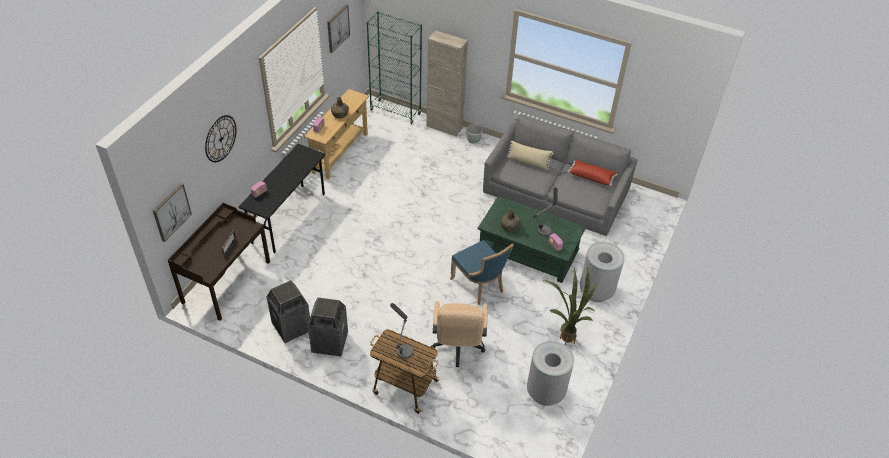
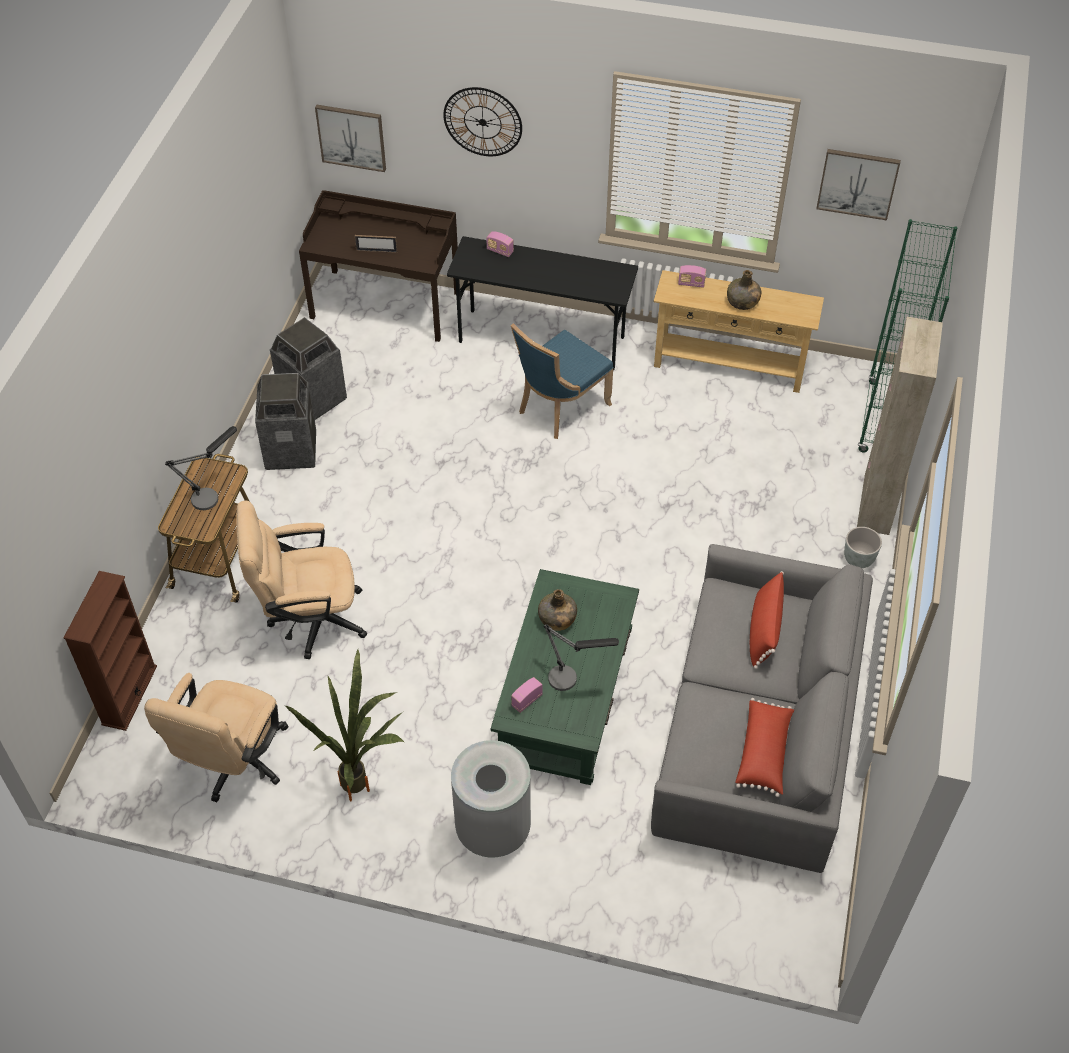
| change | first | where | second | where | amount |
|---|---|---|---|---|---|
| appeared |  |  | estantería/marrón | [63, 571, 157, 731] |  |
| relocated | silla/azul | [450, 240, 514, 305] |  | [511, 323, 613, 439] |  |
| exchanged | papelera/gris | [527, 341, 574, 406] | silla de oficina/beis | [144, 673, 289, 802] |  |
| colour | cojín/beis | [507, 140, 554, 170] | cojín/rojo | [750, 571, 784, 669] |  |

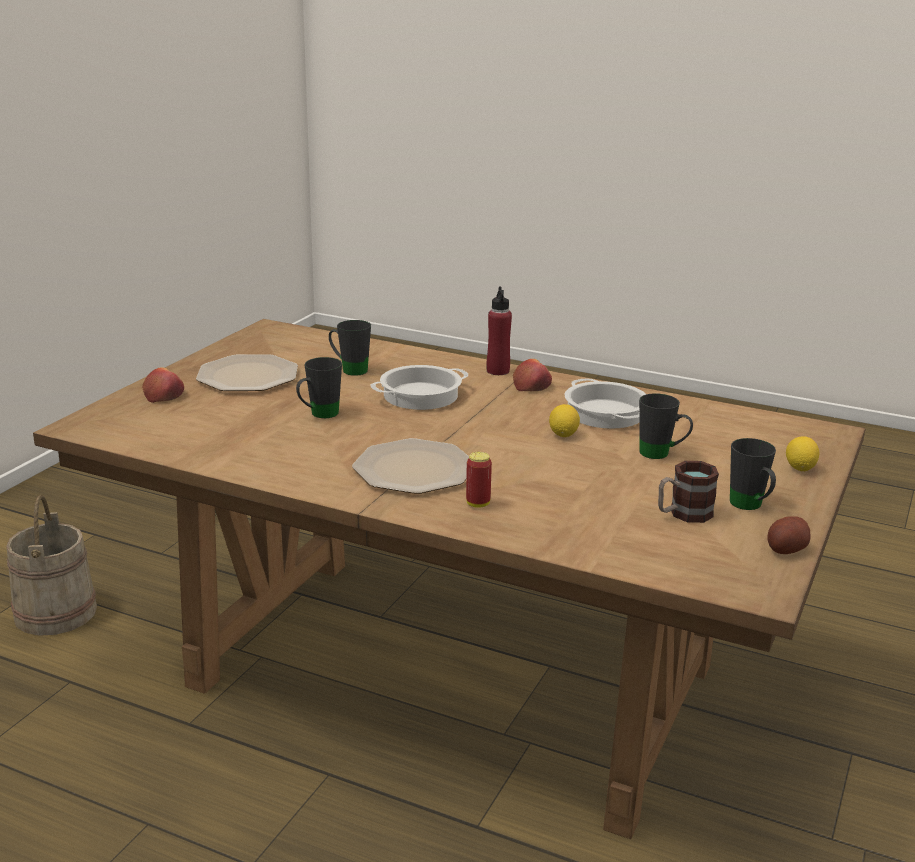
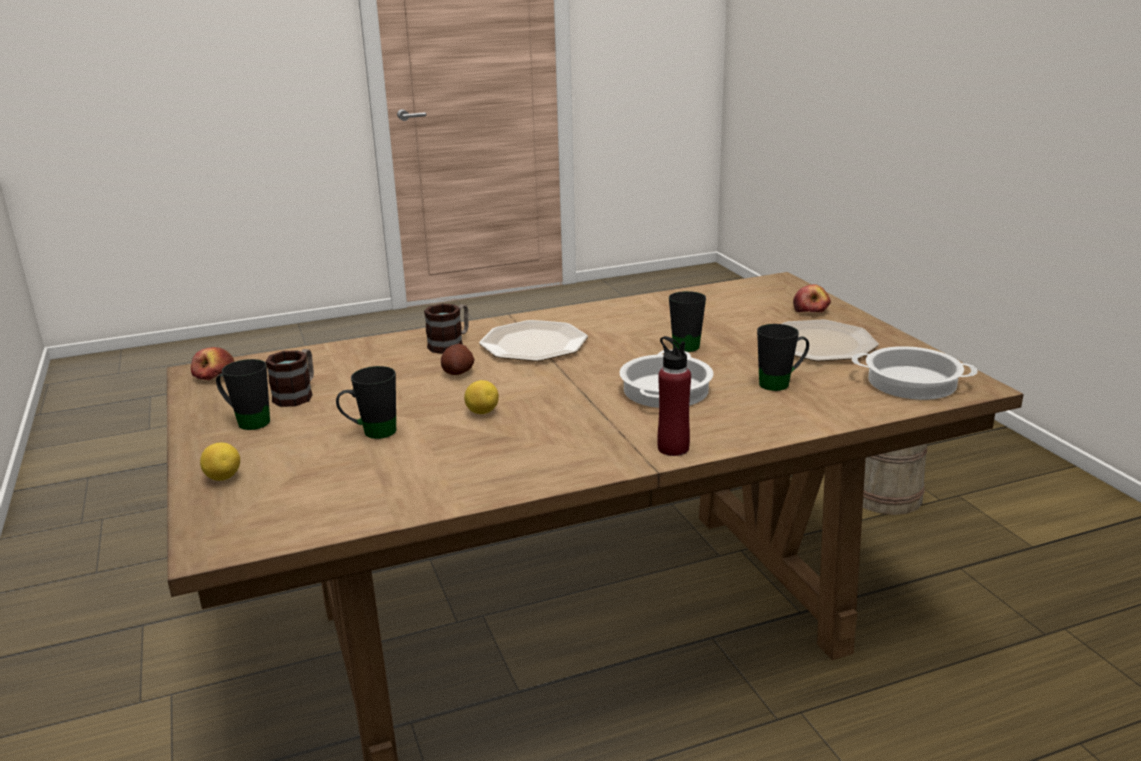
| change | first | where | second | where | amount |
|---|---|---|---|---|---|
| relocated | manzana | [513, 359, 552, 391] |  | [191, 347, 235, 380] |  |
| relocated | olla | [565, 378, 646, 429] |  | [852, 346, 978, 400] |  |
| relocated | patata | [767, 516, 811, 554] |  | [441, 344, 475, 375] |  |
| exchanged | lata | [466, 452, 492, 508] | taza grande | [424, 304, 469, 354] |  |

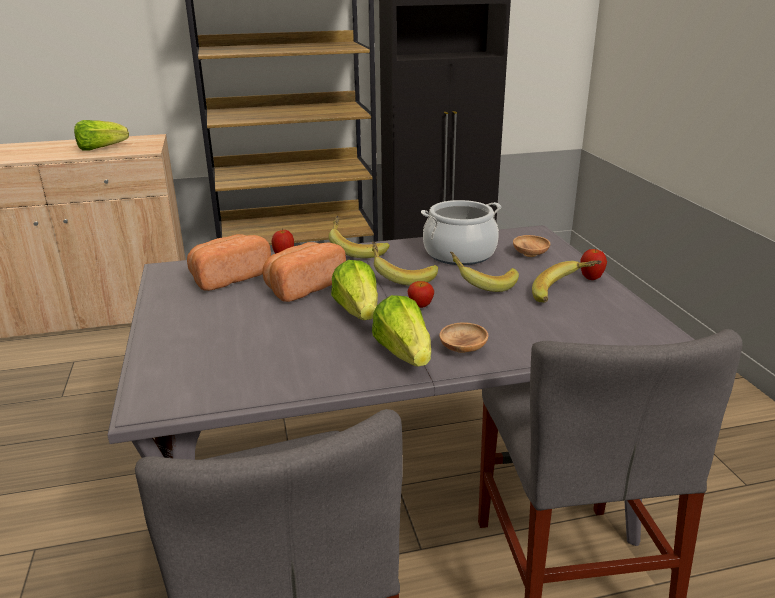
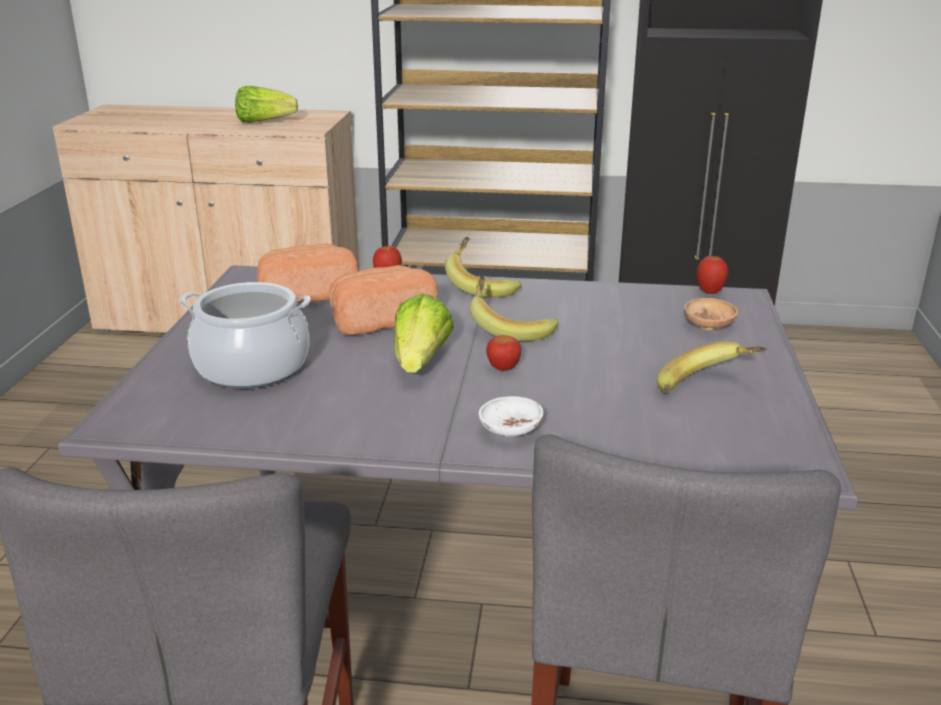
| change | first | where | second | where | amount |
|---|---|---|---|---|---|
| missing | lechuga | [372, 295, 431, 366] |  |  |  |
| missing | plátano | [450, 252, 519, 292] |  |  |  |
| relocated | olla | [421, 200, 501, 265] |  | [179, 282, 311, 389] |  |
| relocated | manzana | [580, 248, 607, 280] |  | [697, 254, 729, 294] |  |
| colour | cuenco/marrón | [439, 323, 488, 353] | cuenco/blanco | [479, 396, 543, 436] |  |

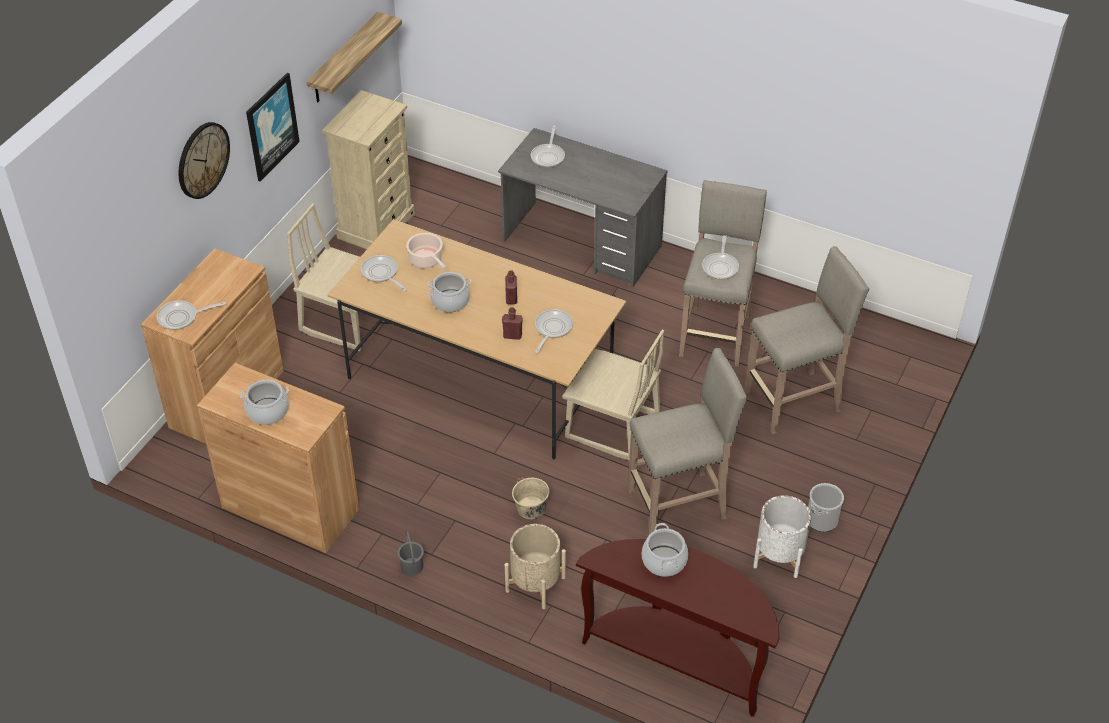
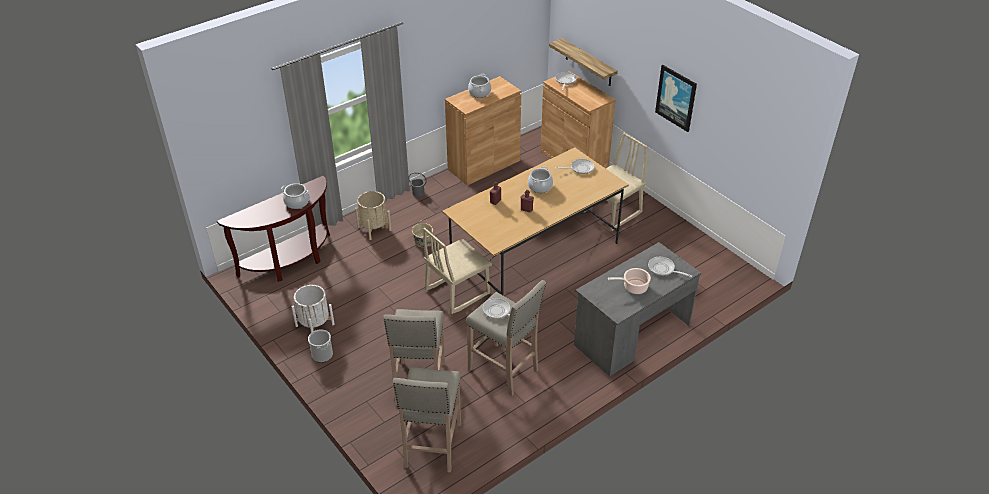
| change | first | where | second | where | amount |
|---|---|---|---|---|---|
| missing | reloj de pared | [179, 122, 230, 199] |  |  |  |
| missing | cómoda/beis | [322, 90, 415, 249] |  |  |  |
| missing | sartén | [535, 309, 573, 353] |  |  |  |
| relocated | estante | [306, 12, 402, 102] |  | [549, 38, 618, 86] |  |
| relocated | olla | [406, 233, 446, 269] |  | [608, 268, 651, 294] |  |
| relocated | taburete/beis | [628, 348, 747, 535] |  | [393, 367, 461, 472] |  |

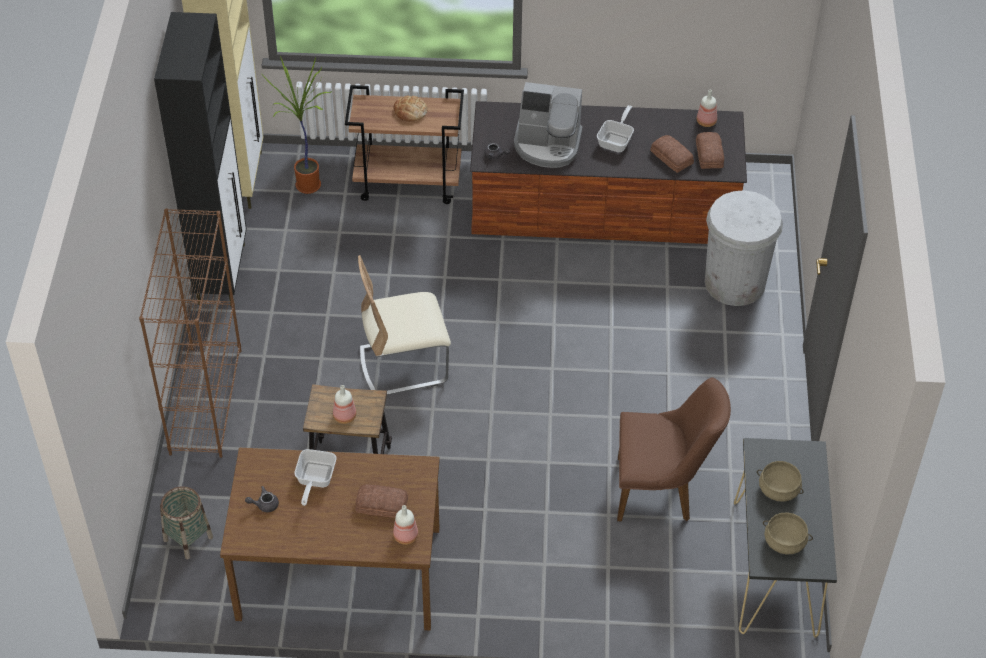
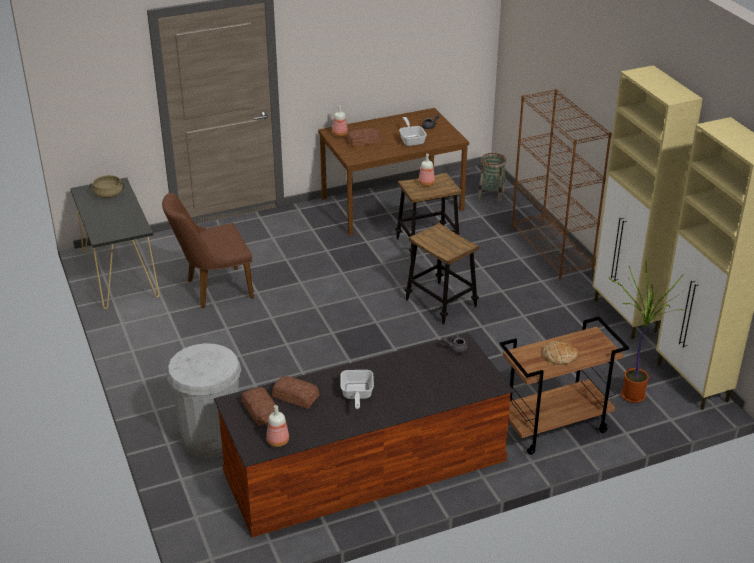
| change | first | where | second | where | amount |
|---|---|---|---|---|---|
| missing | cafetera | [514, 82, 582, 168] |  |  |  |
| missing | olla/beis | [757, 461, 804, 502] |  |  |  |
| exchanged | silla/beis | [358, 255, 451, 395] | taburete | [405, 223, 479, 325] |  |
| colour | armario/negro | [154, 12, 247, 306] | armario/beis | [593, 65, 703, 339] |  |

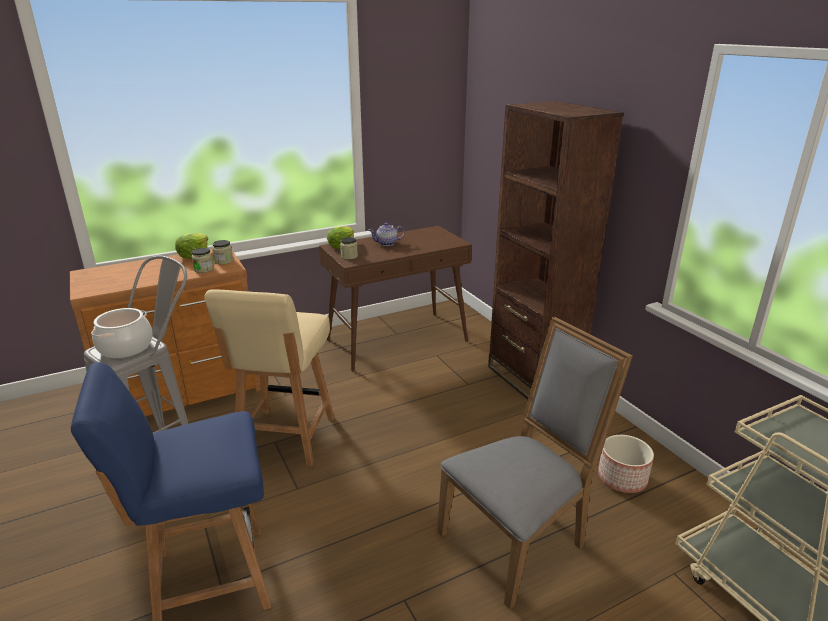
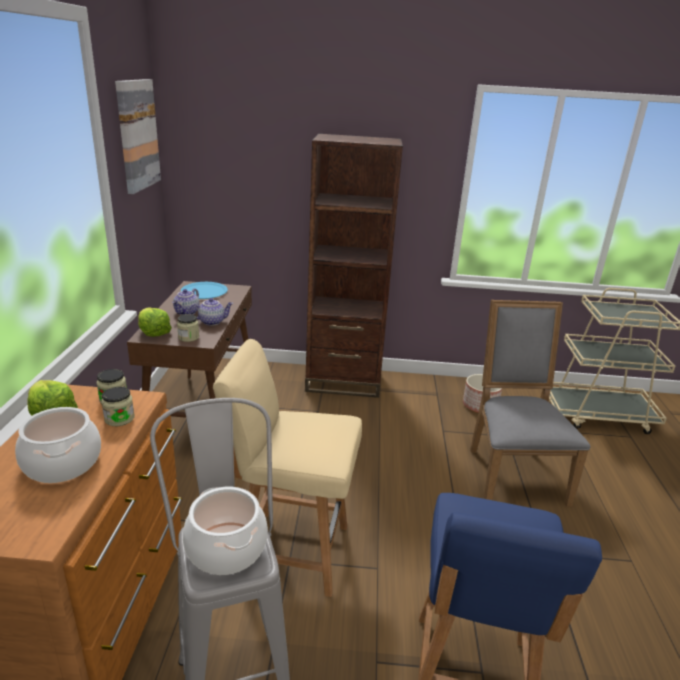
| change | first | where | second | where | amount |
|---|---|---|---|---|---|
| appeared |  |  | olla | [15, 407, 101, 483] |  |
| appeared |  |  | cuadro | [115, 79, 161, 194] |  |
| appeared |  |  | plato/azul | [181, 282, 228, 299] |  |
| appeared |  |  | tetera | [189, 298, 234, 326] |  |
| spun | silla/beis | [204, 290, 334, 466] |  | [213, 339, 362, 597] | 150 degrees clockwise |

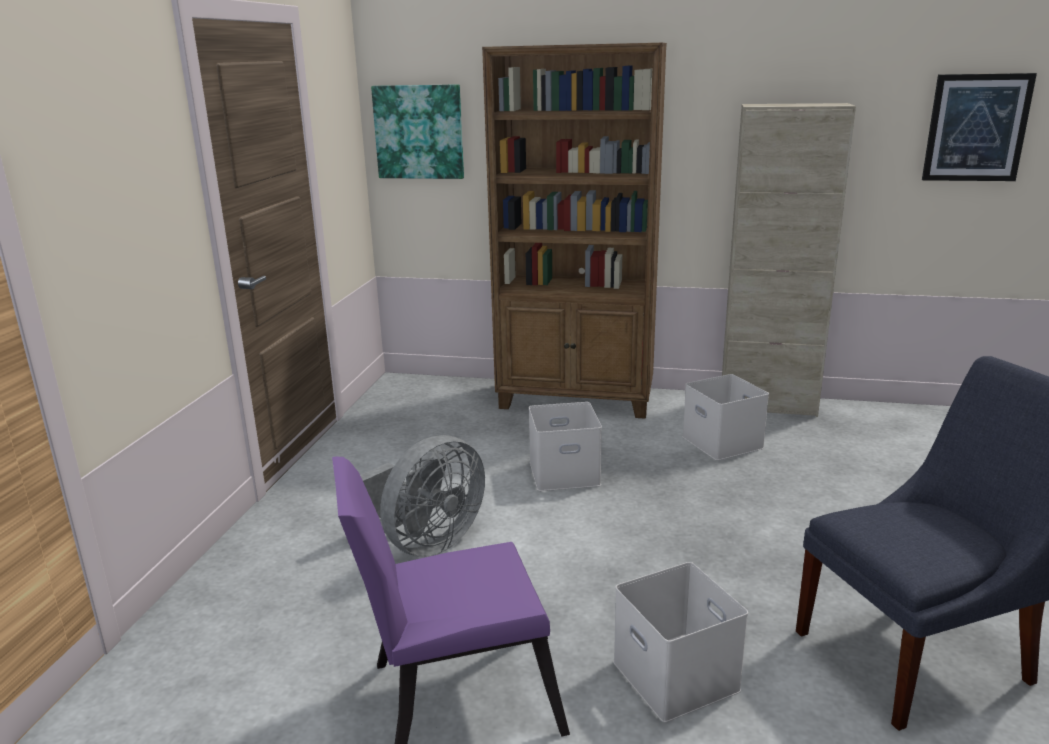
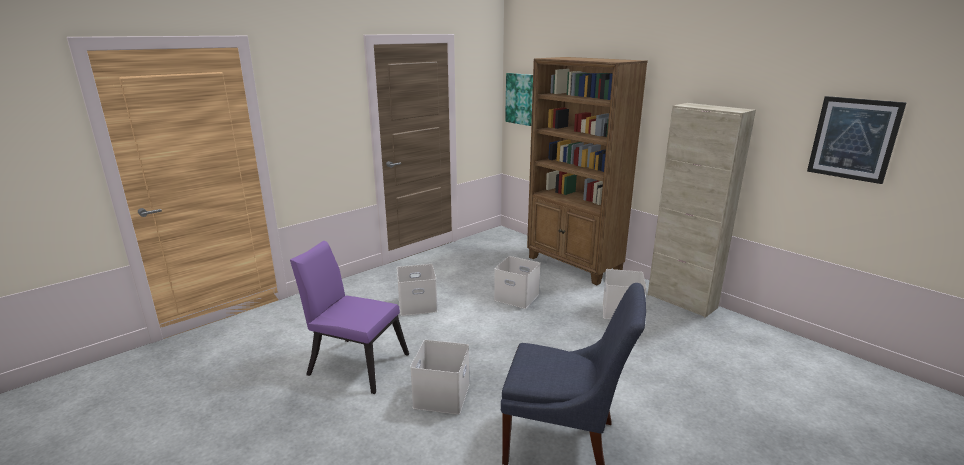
| change | first | where | second | where | amount |
|---|---|---|---|---|---|
| exchanged | ventilador/gris | [346, 435, 485, 557] | caja de almacenaje/blanco | [397, 264, 438, 316] |  |

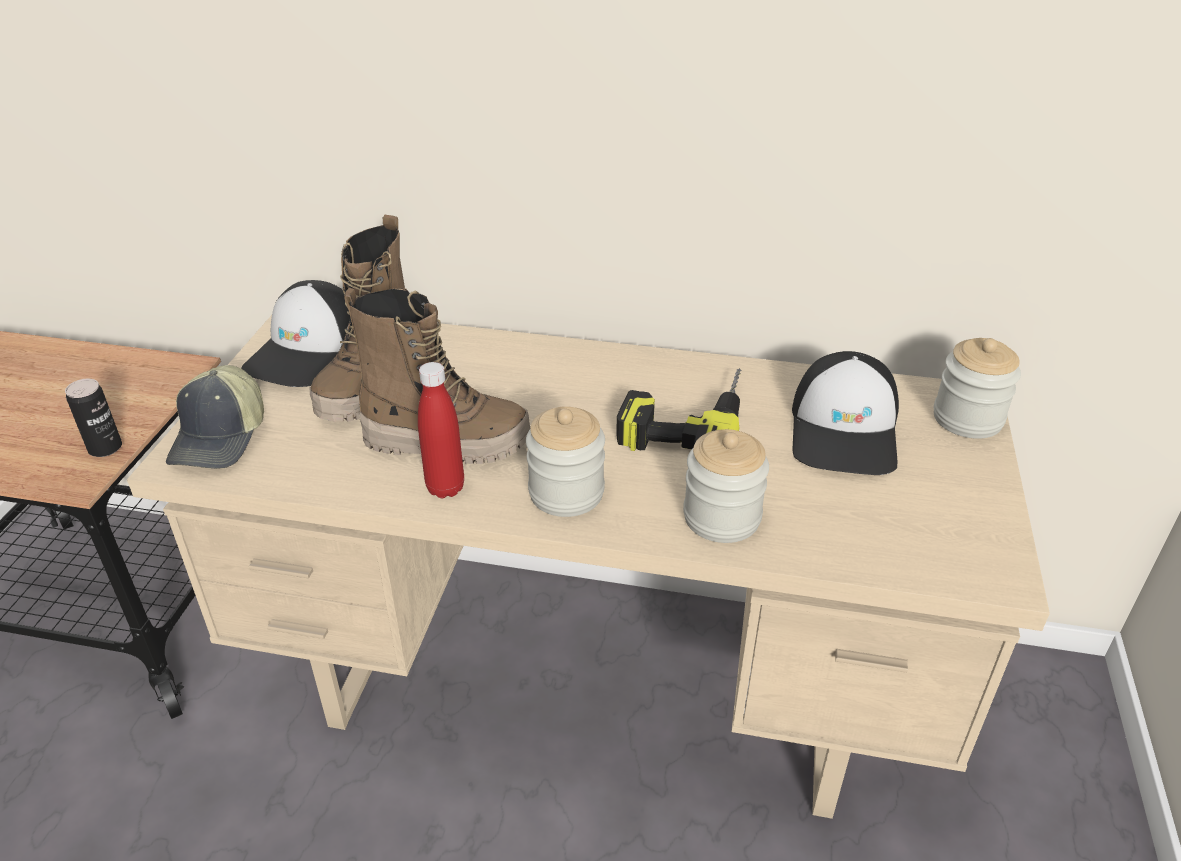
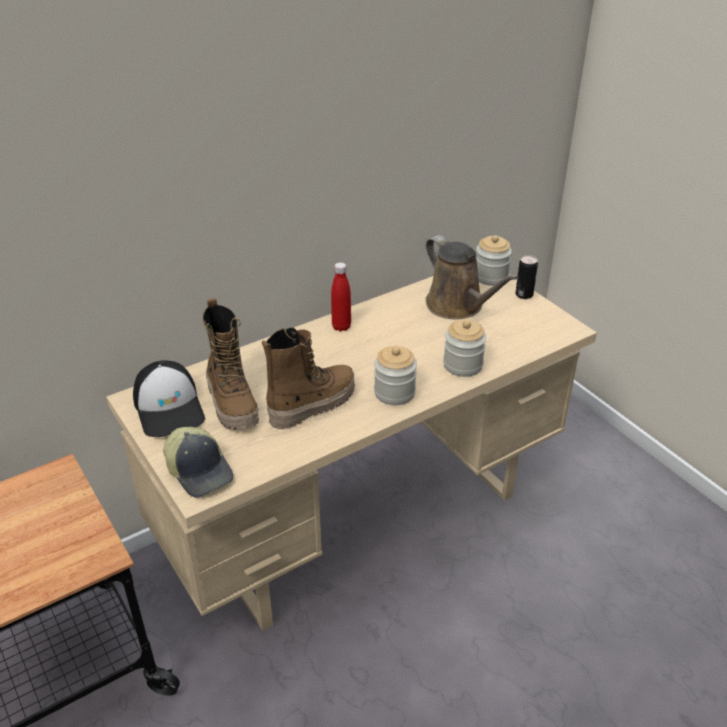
| change | first | where | second | where | amount |
|---|---|---|---|---|---|
| missing | taladro | [616, 368, 742, 451] |  |  |  |
| relocated | lata | [65, 379, 122, 457] |  | [515, 255, 538, 299] |  |
| relocated | botella/rojo | [418, 362, 464, 498] |  | [331, 262, 351, 332] |  |
| exchanged | gorra | [792, 351, 899, 475] | regadera/marrón | [426, 235, 519, 320] |  |

